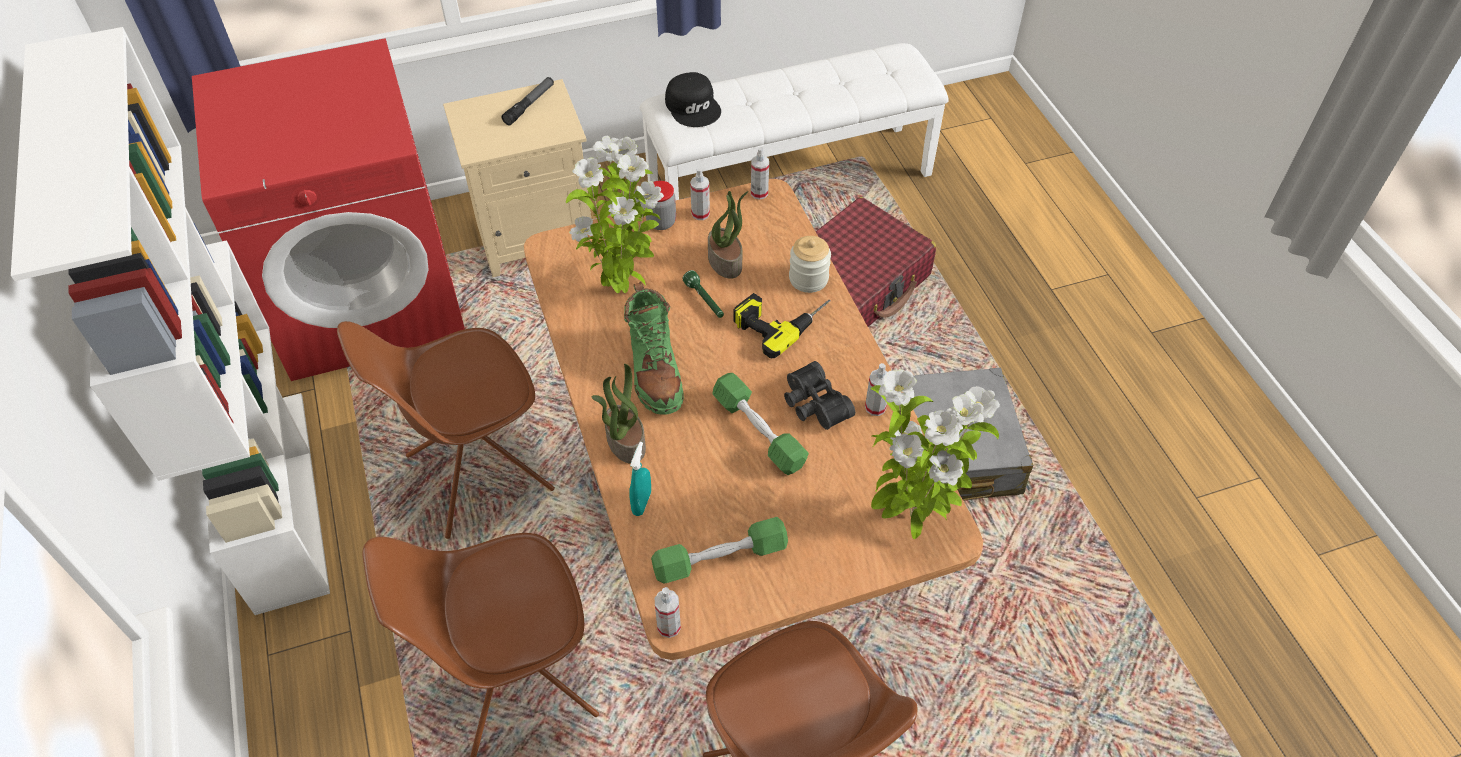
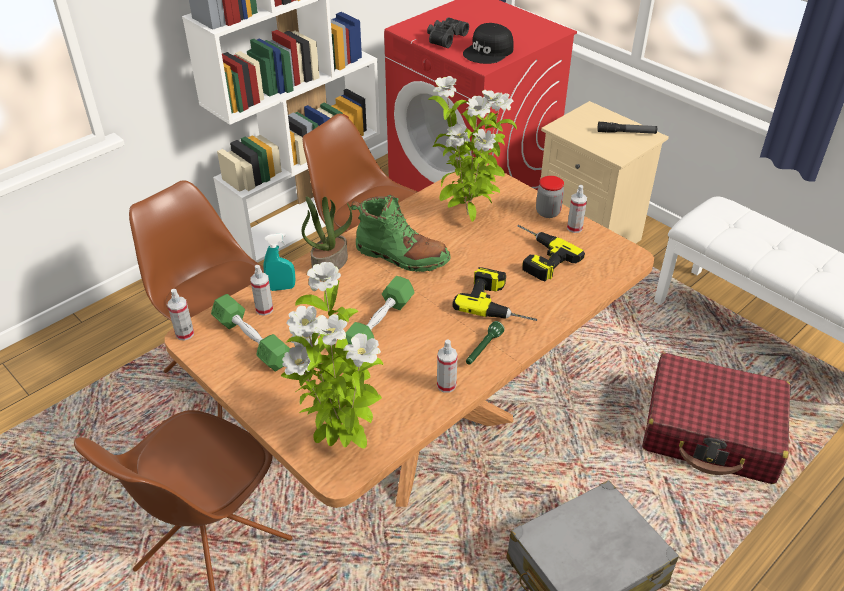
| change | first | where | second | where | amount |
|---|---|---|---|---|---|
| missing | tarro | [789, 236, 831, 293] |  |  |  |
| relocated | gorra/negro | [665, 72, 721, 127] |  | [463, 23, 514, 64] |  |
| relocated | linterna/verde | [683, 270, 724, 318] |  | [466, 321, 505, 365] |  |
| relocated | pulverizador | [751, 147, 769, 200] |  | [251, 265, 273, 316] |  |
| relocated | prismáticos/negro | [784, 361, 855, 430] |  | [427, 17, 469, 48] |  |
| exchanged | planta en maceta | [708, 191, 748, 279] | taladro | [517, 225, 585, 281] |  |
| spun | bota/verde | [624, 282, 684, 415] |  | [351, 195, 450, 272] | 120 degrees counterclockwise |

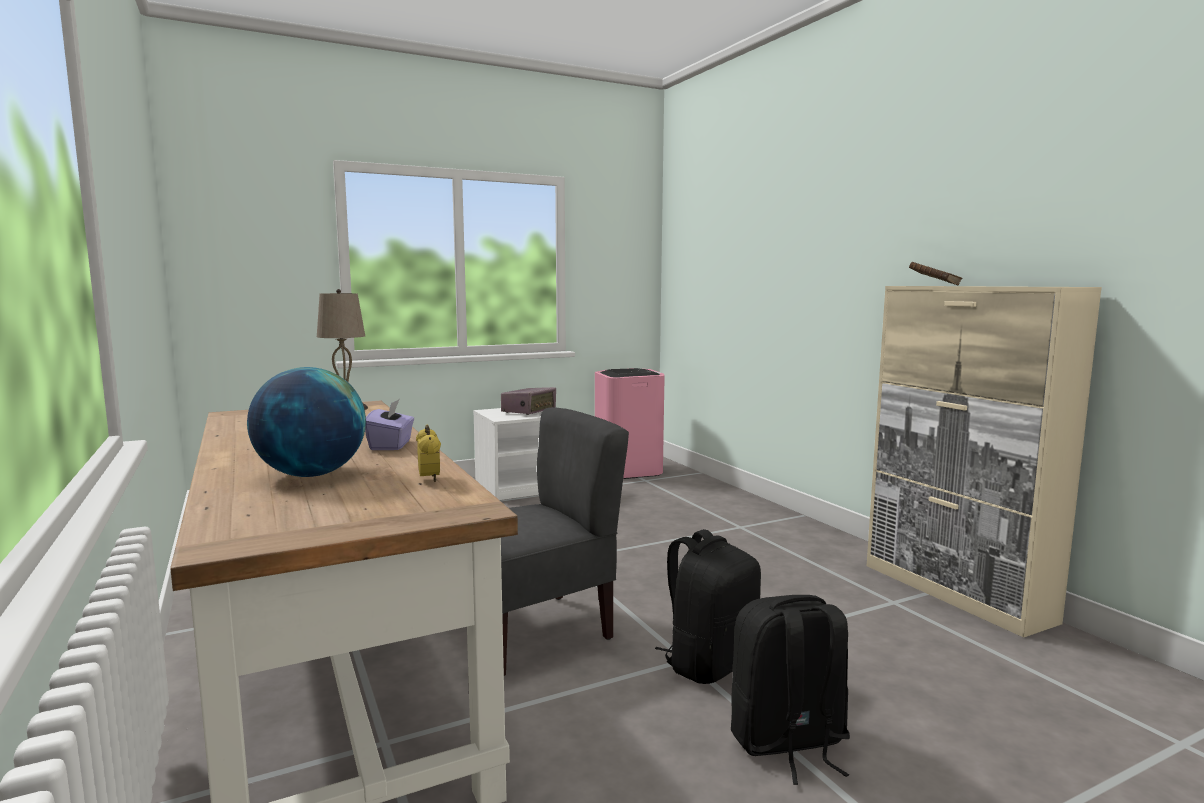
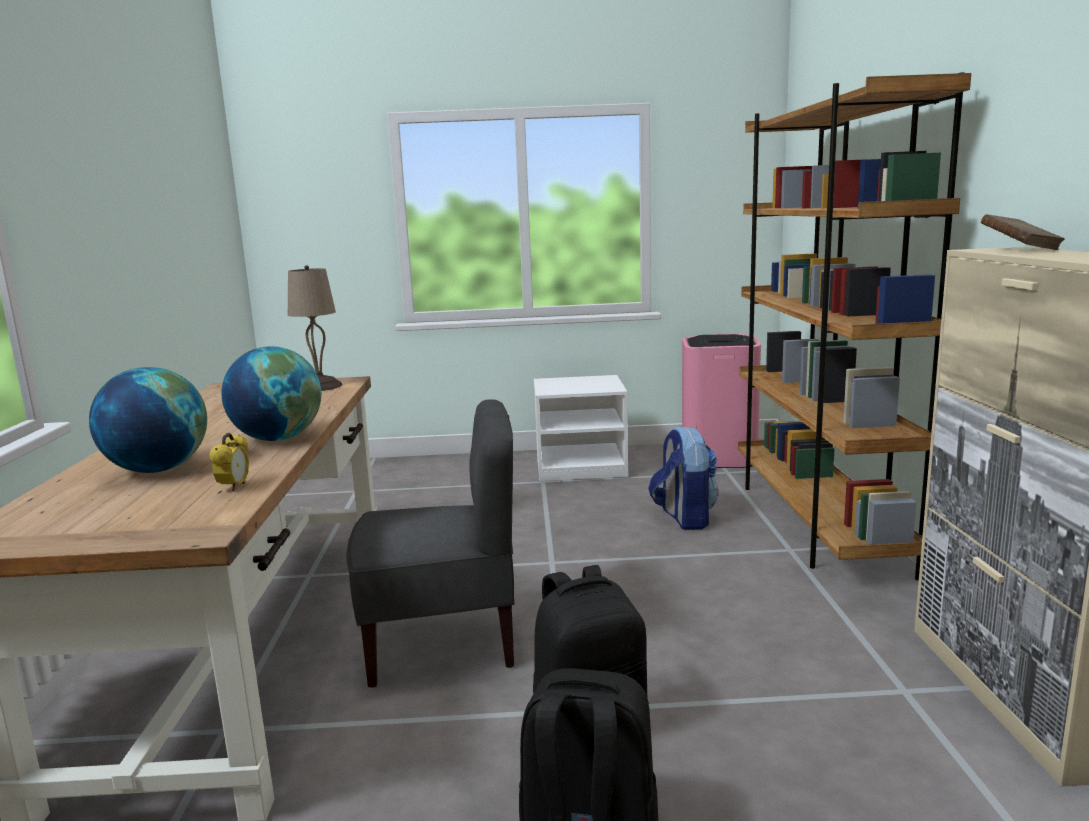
| change | first | where | second | where | amount |
|---|---|---|---|---|---|
| missing | radio | [501, 387, 556, 415] |  |  |  |
| appeared |  |  | mochila | [648, 425, 718, 530] |  |
| appeared |  |  | estantería/marrón | [738, 72, 971, 581] |  |
| exchanged | caja de pañuelos/morado | [365, 399, 414, 450] | globo terráqueo | [221, 346, 321, 441] |  |

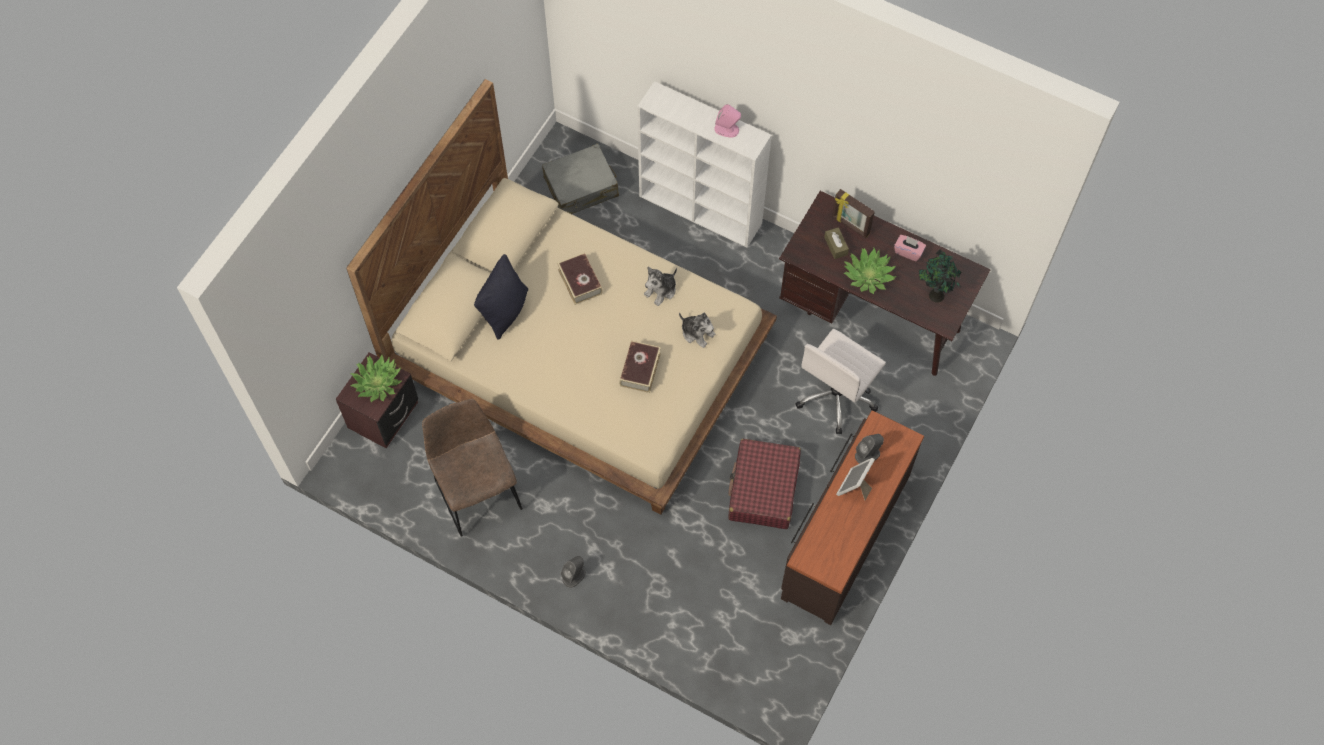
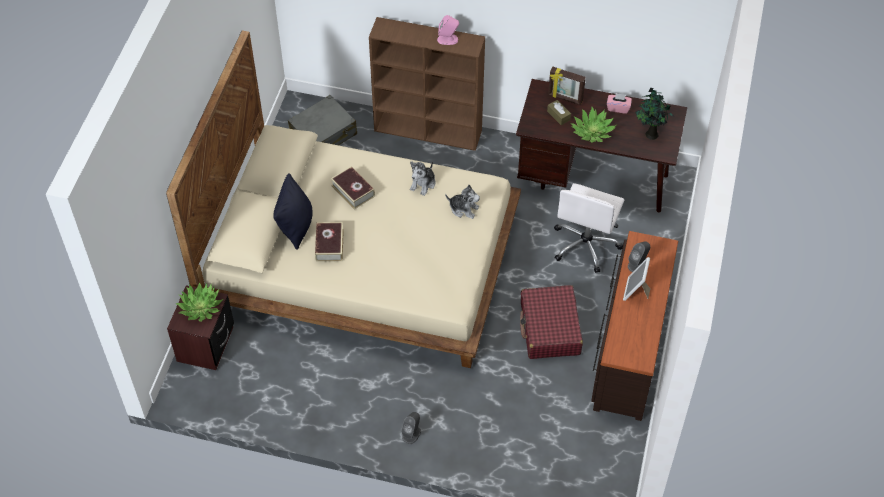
| change | first | where | second | where | amount |
|---|---|---|---|---|---|
| missing | silla/marrón | [422, 399, 523, 537] |  |  |  |
| relocated | libro | [619, 341, 661, 393] |  | [315, 222, 344, 262] |  |
| colour | estantería/blanco | [637, 81, 772, 248] | estantería/marrón | [369, 17, 485, 151] |  |

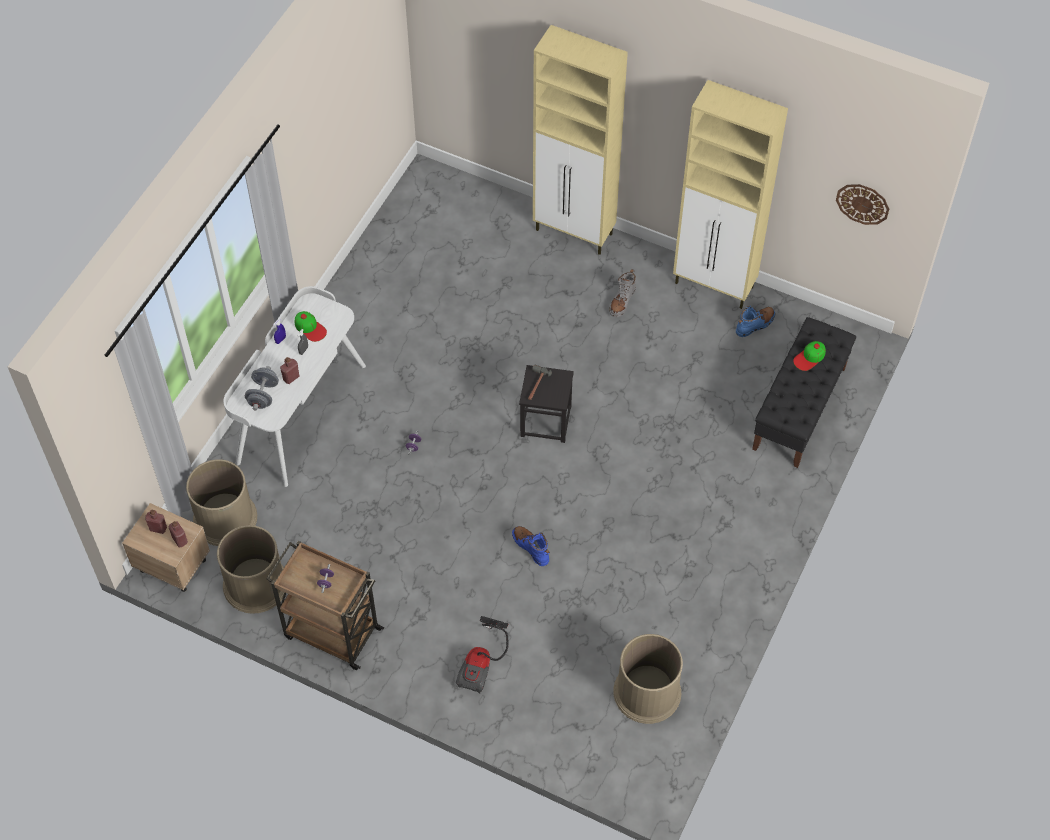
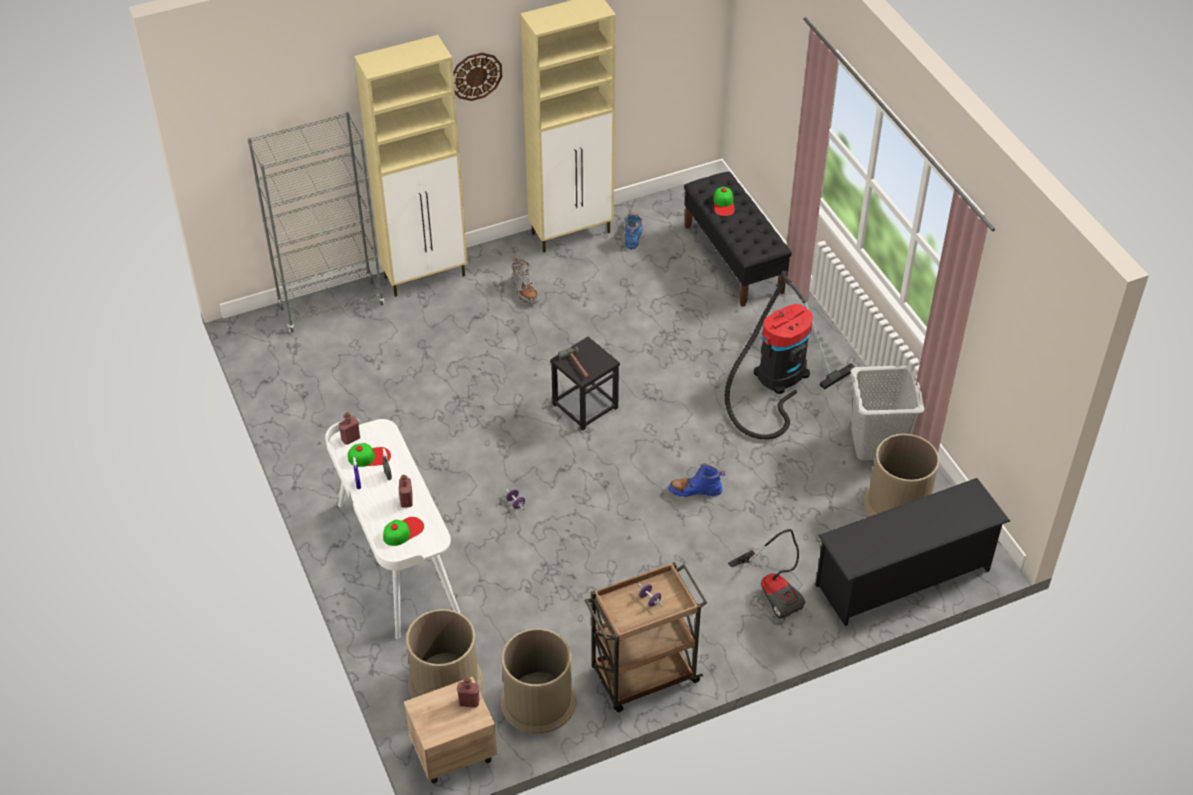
| change | first | where | second | where | amount |
|---|---|---|---|---|---|
| appeared |  |  | estantería/gris | [248, 112, 385, 332] |  |
| appeared |  |  | aspiradora | [724, 270, 855, 440] |  |
| appeared |  |  | zapatero/negro | [815, 478, 1010, 626] |  |
| appeared |  |  | cesto de la ropa/gris | [851, 365, 925, 460] |  |
| relocated | botella/rojo | [145, 510, 167, 534] |  | [338, 412, 360, 445] |  |
| relocated | reloj de pared | [836, 184, 889, 225] |  | [453, 53, 502, 101] |  |
| exchanged | mancuerna/gris | [245, 366, 279, 410] | gorra | [383, 517, 424, 546] |  |

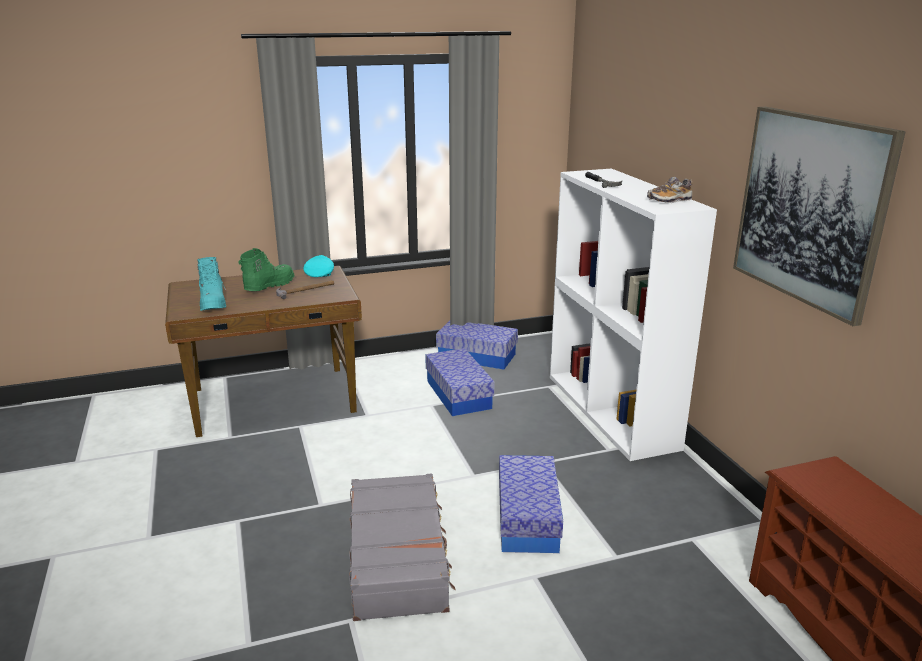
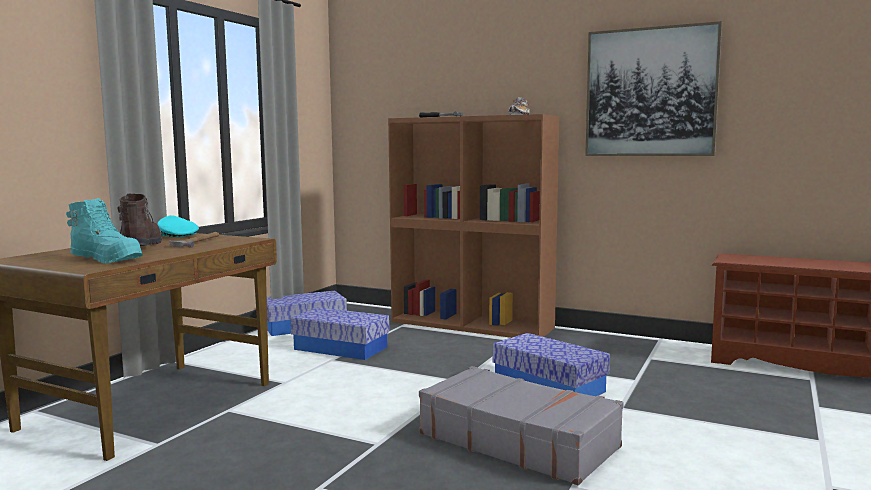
| change | first | where | second | where | amount |
|---|---|---|---|---|---|
| colour | bota/verde | [239, 248, 294, 291] | bota/marrón | [117, 194, 162, 246] |  |
| colour | estantería/blanco | [550, 168, 717, 461] | estantería/marrón | [388, 114, 559, 338] |  |

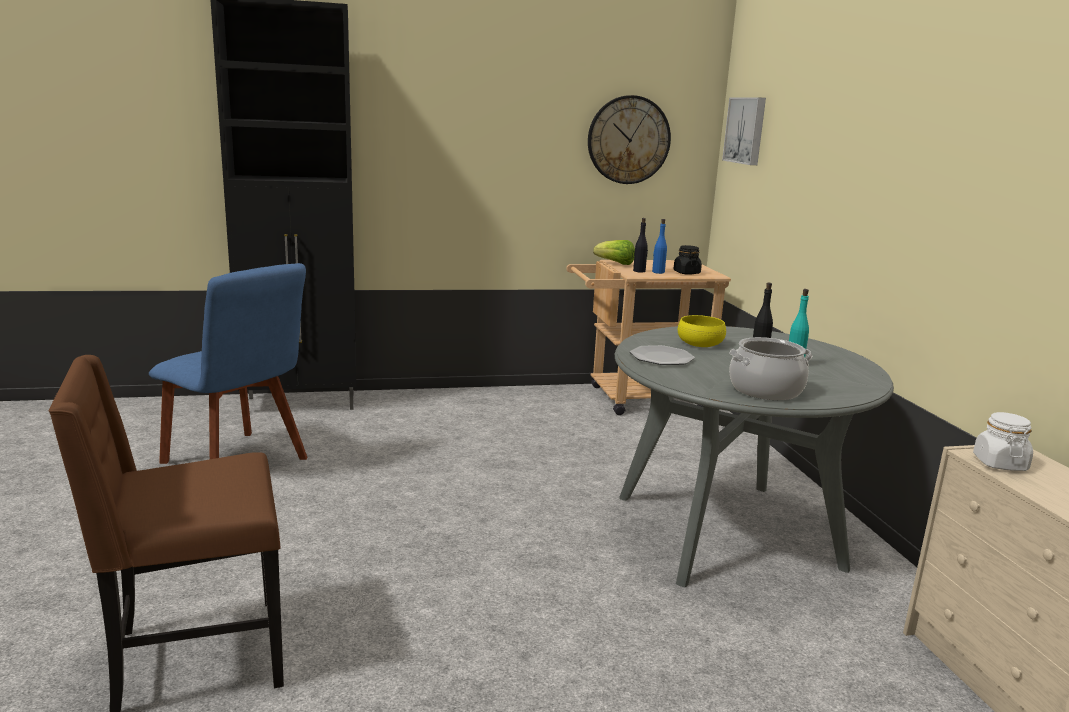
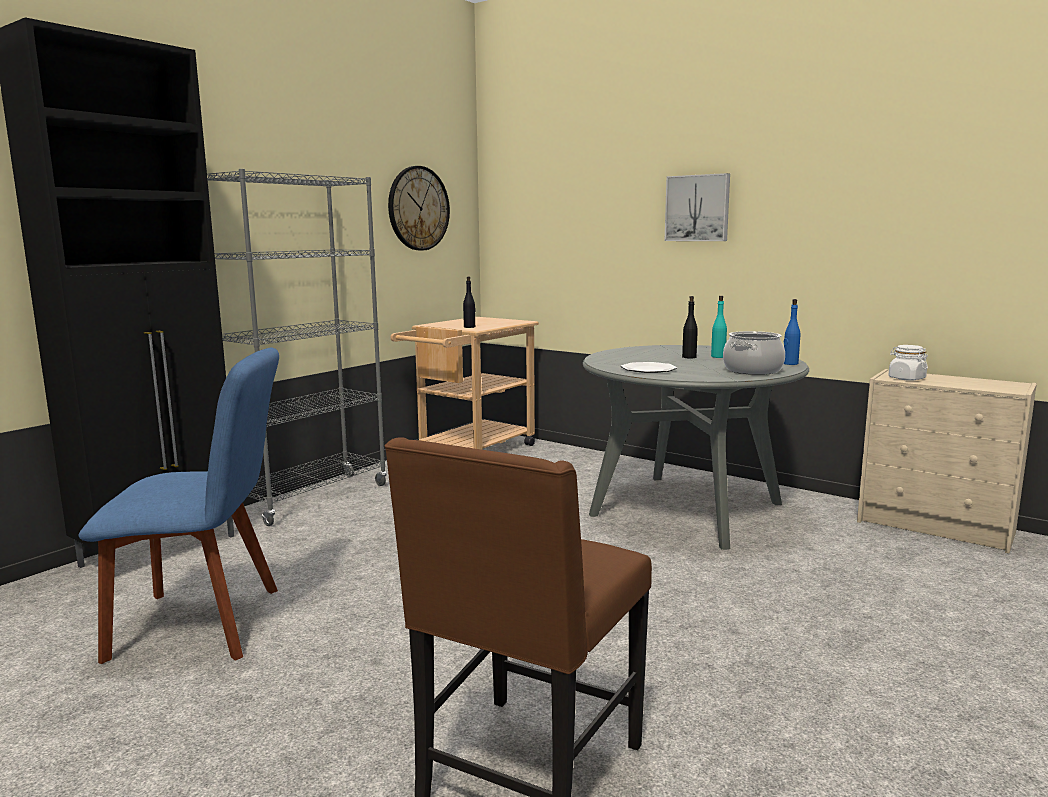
| change | first | where | second | where | amount |
|---|---|---|---|---|---|
| missing | lechuga | [593, 240, 635, 265] |  |  |  |
| missing | tarro/negro | [673, 245, 702, 275] |  |  |  |
| missing | cuenco/amarillo | [678, 315, 726, 347] |  |  |  |
| appeared |  |  | estantería/gris | [207, 169, 387, 526] |  |
| relocated | botella/azul | [652, 219, 667, 274] |  | [784, 299, 800, 365] |  |
| relocated | cuadro | [722, 97, 766, 165] |  | [665, 173, 730, 241] |  |

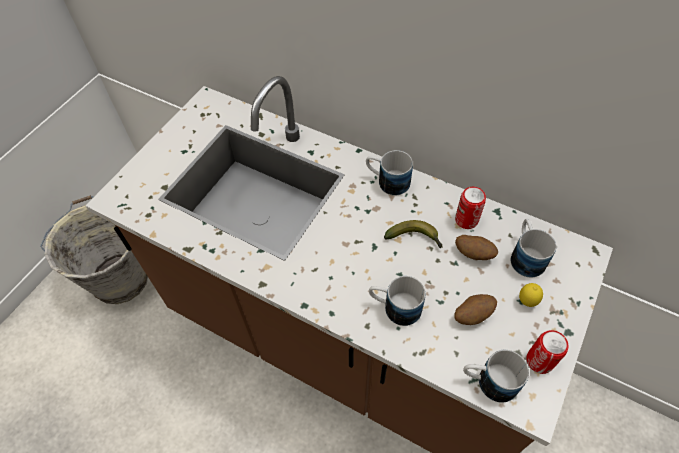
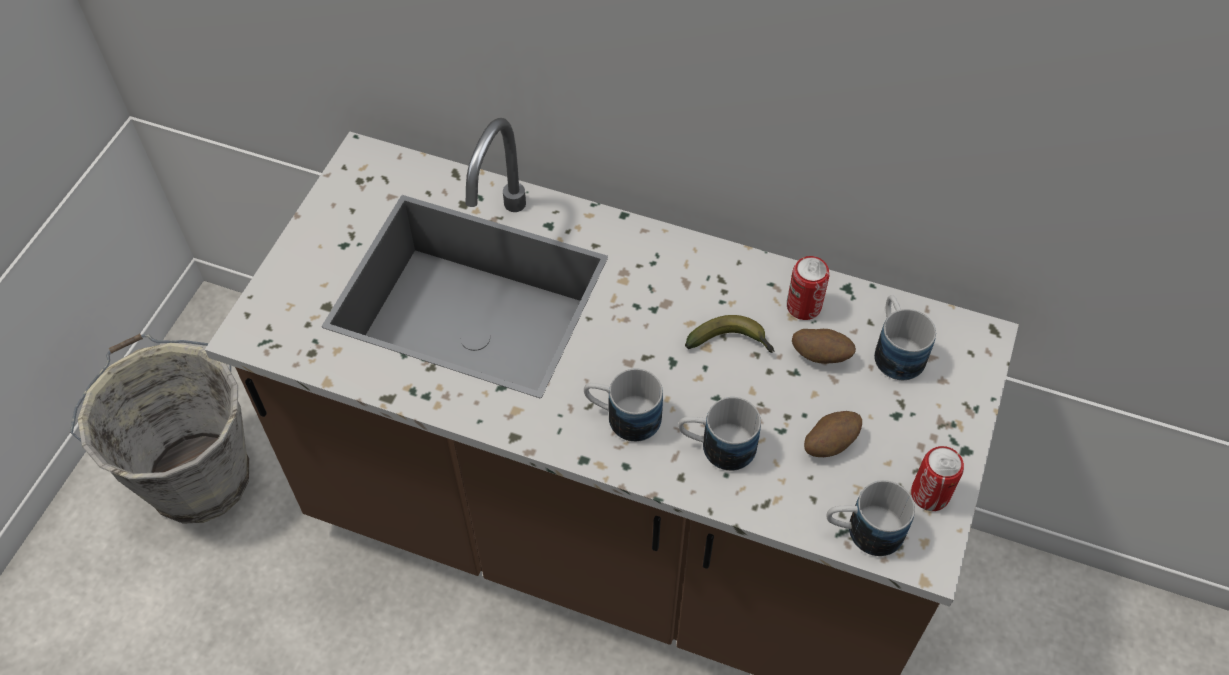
| change | first | where | second | where | amount |
|---|---|---|---|---|---|
| missing | limón | [519, 283, 543, 307] |  |  |  |
| relocated | taza grande | [366, 150, 413, 196] |  | [584, 368, 663, 442] |  |

